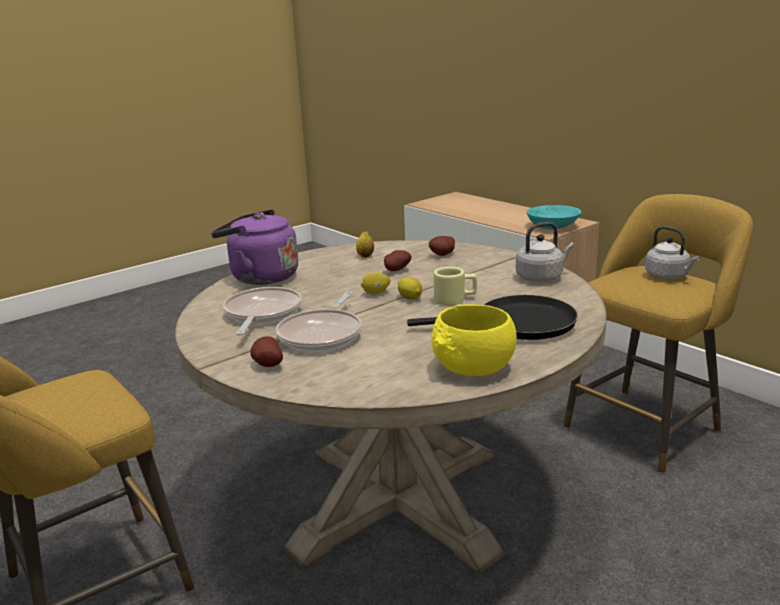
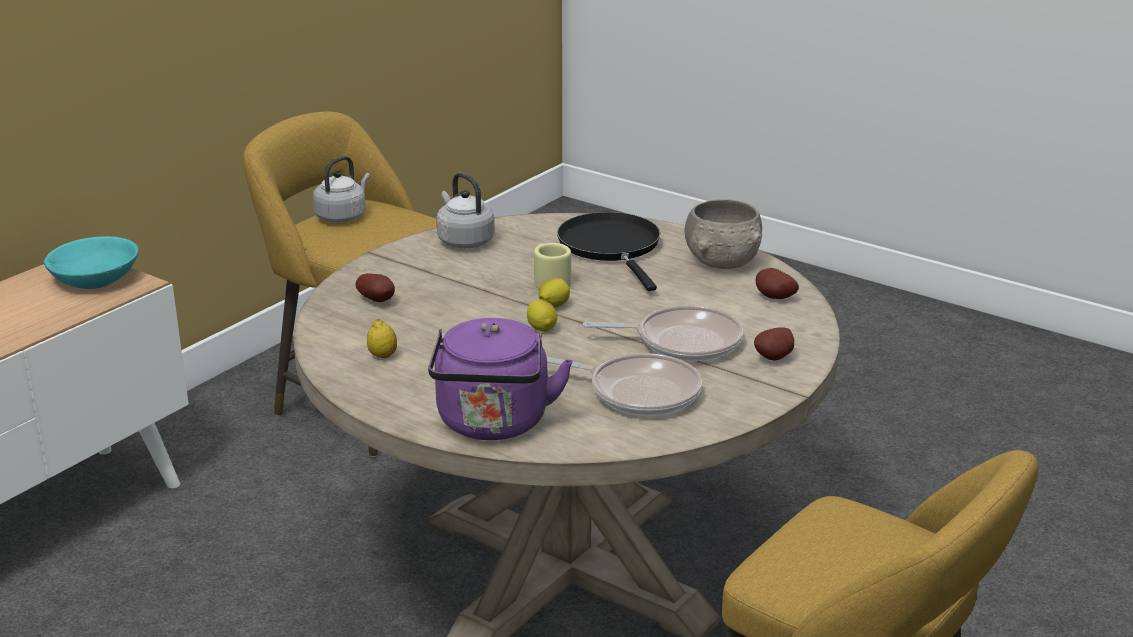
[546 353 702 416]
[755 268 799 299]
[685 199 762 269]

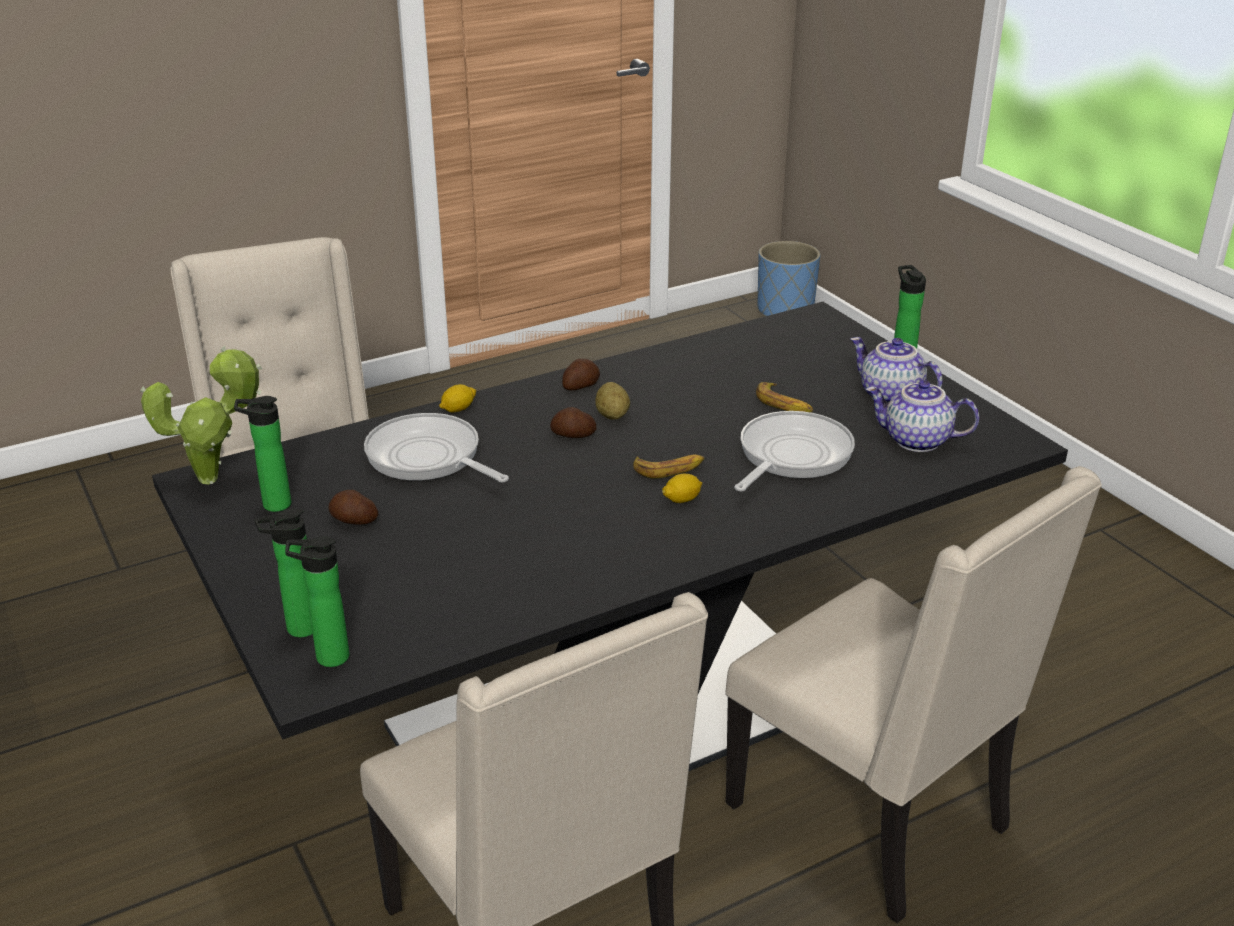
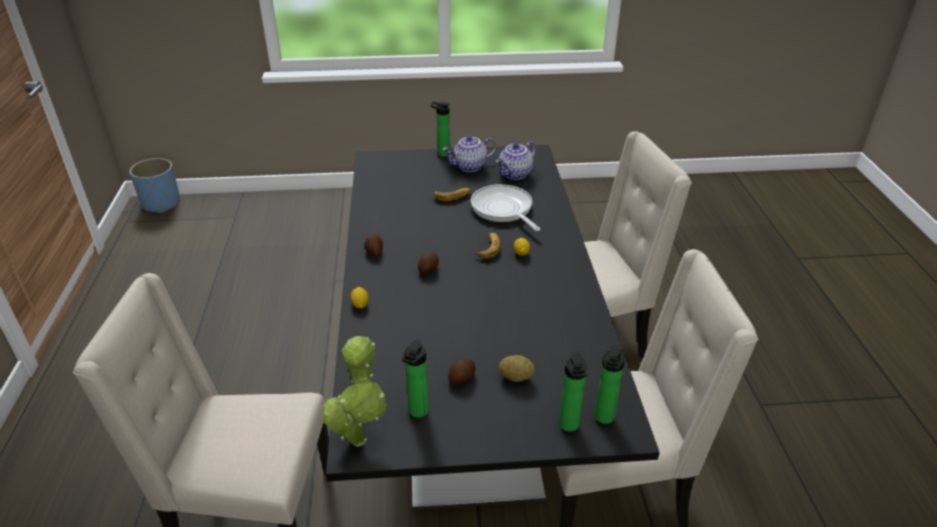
[364 413 509 482] (first image)
[499 355 535 382]

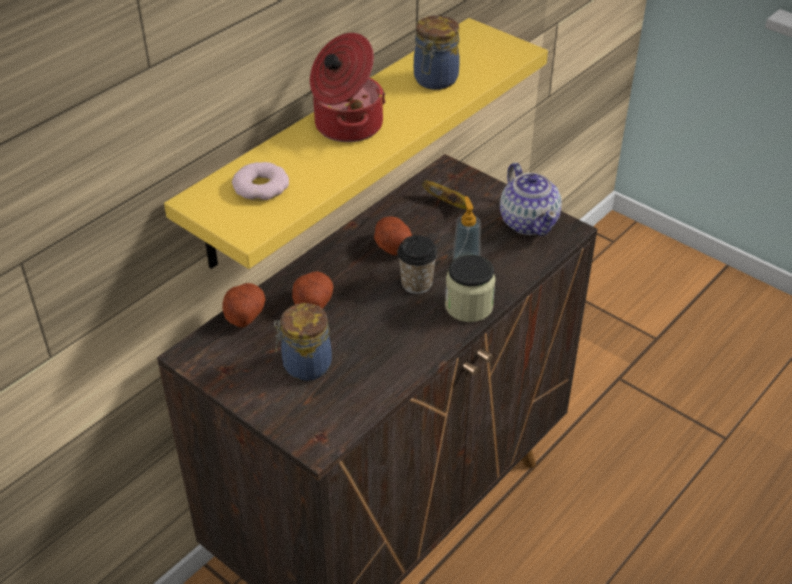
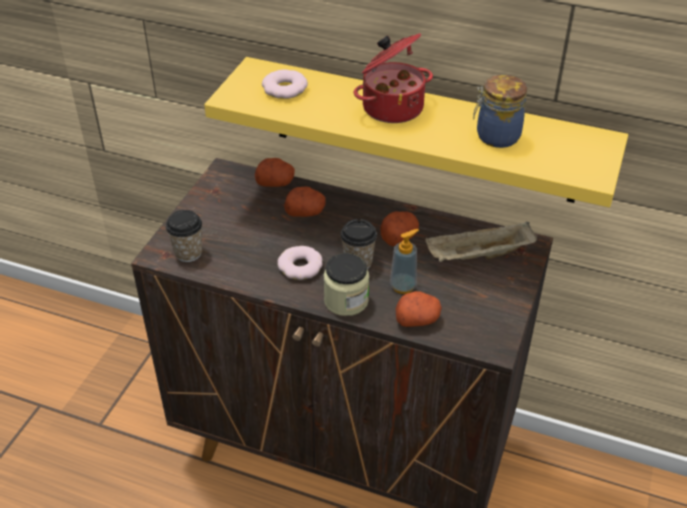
[274 303 332 381] (first image)
[425 221 537 262]
[500 163 562 236] (first image)
[166 210 202 262]
[278 246 323 280]
[396 291 442 327]

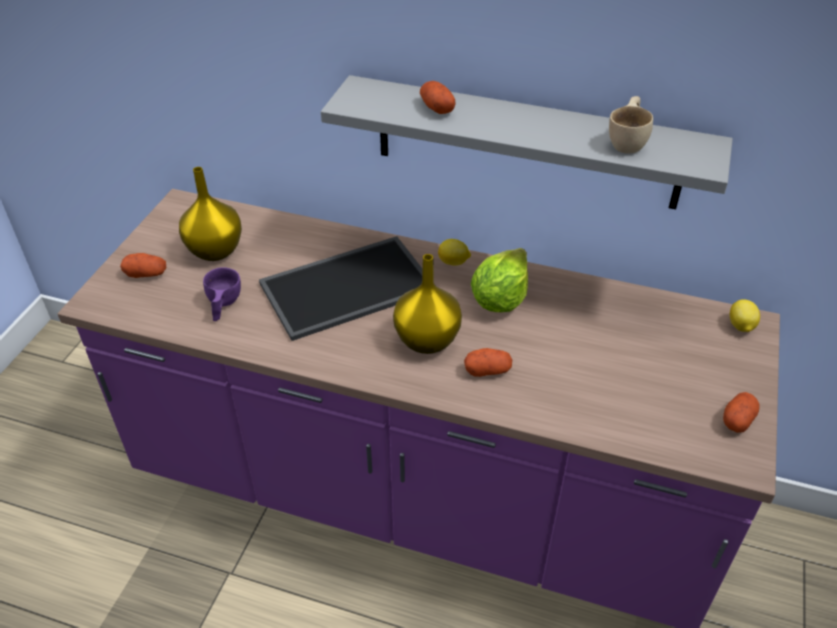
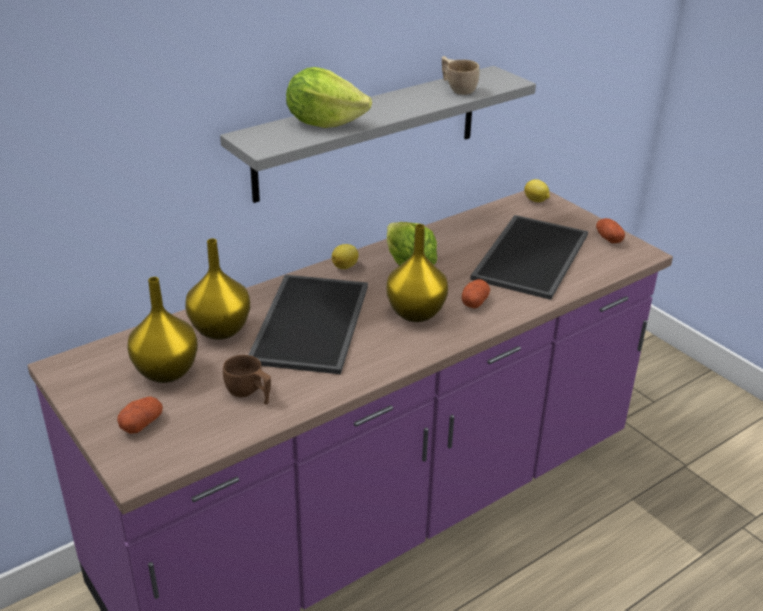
[223 355 271 404]
[286 67 372 128]
[185 239 250 340]
[470 215 588 300]

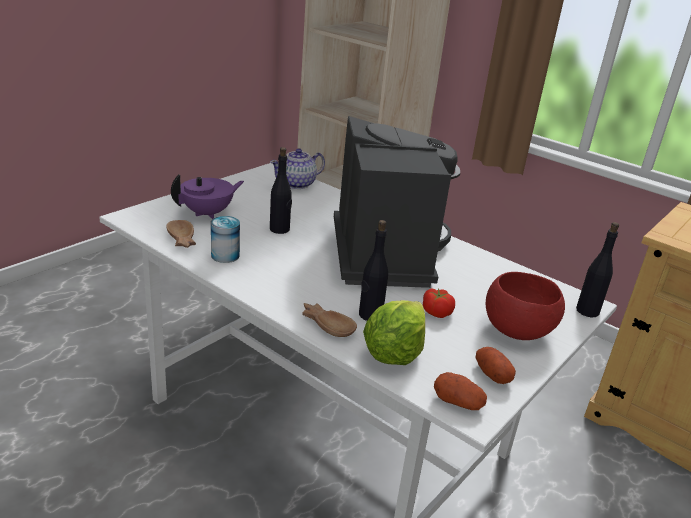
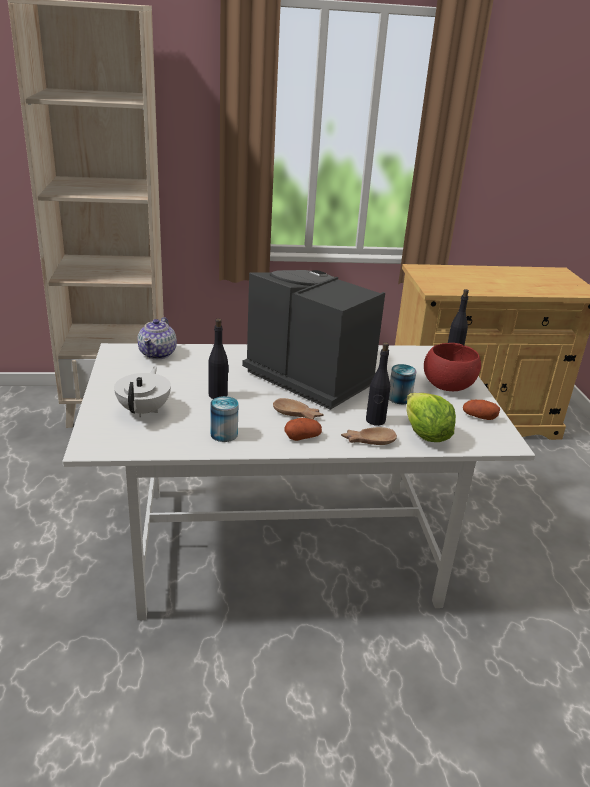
[273 398 324 419]
[114 366 171 418]
[389 364 417 404]
[285 418 322 441]

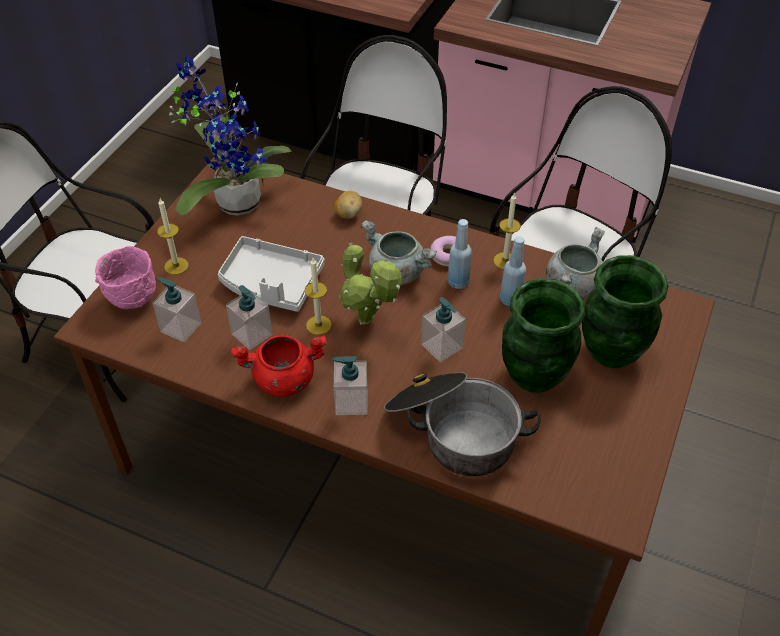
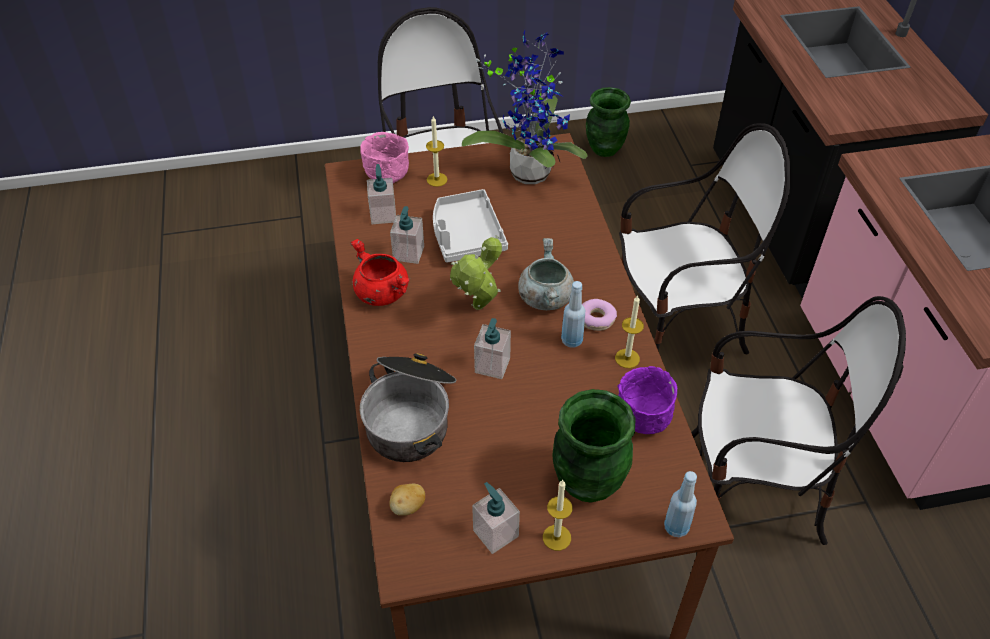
[543 480 573 551]
[472 482 520 554]
[389 484 425 516]
[664 471 697 537]
[586 87 631 157]
[617 366 677 434]

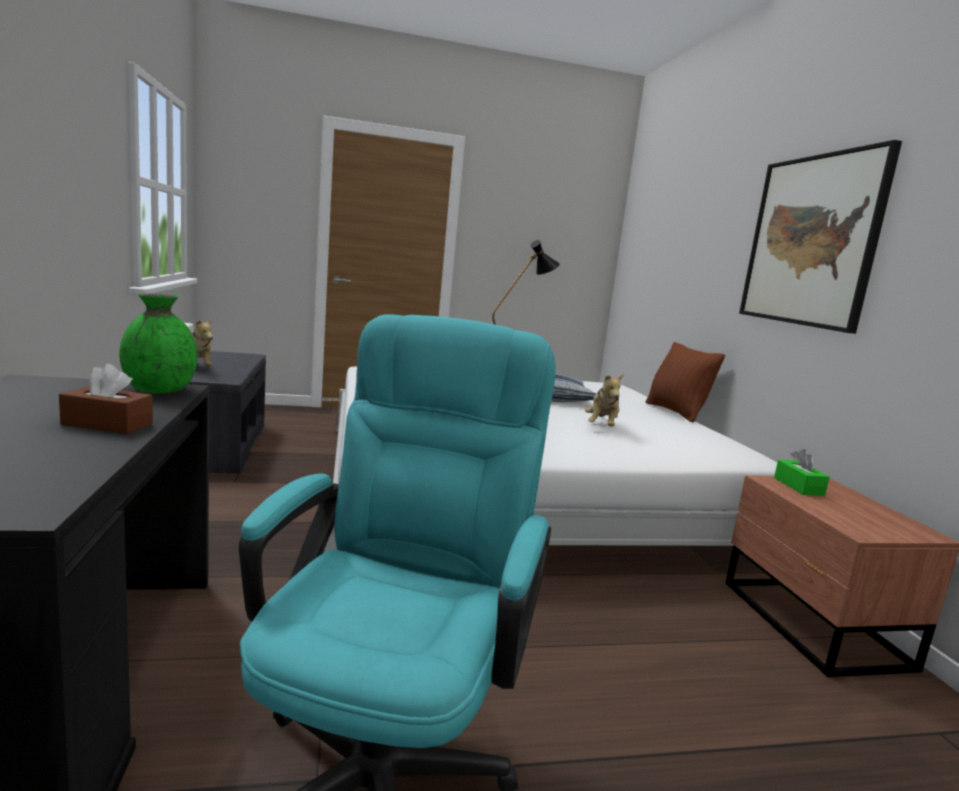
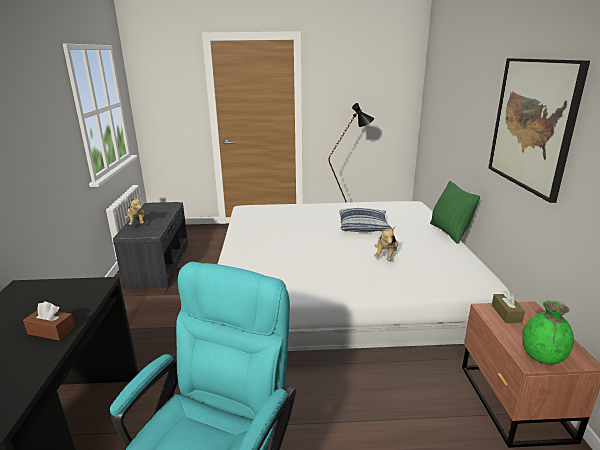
[522 300 574 365]
[430 181 480 244]
[492 290 525 323]

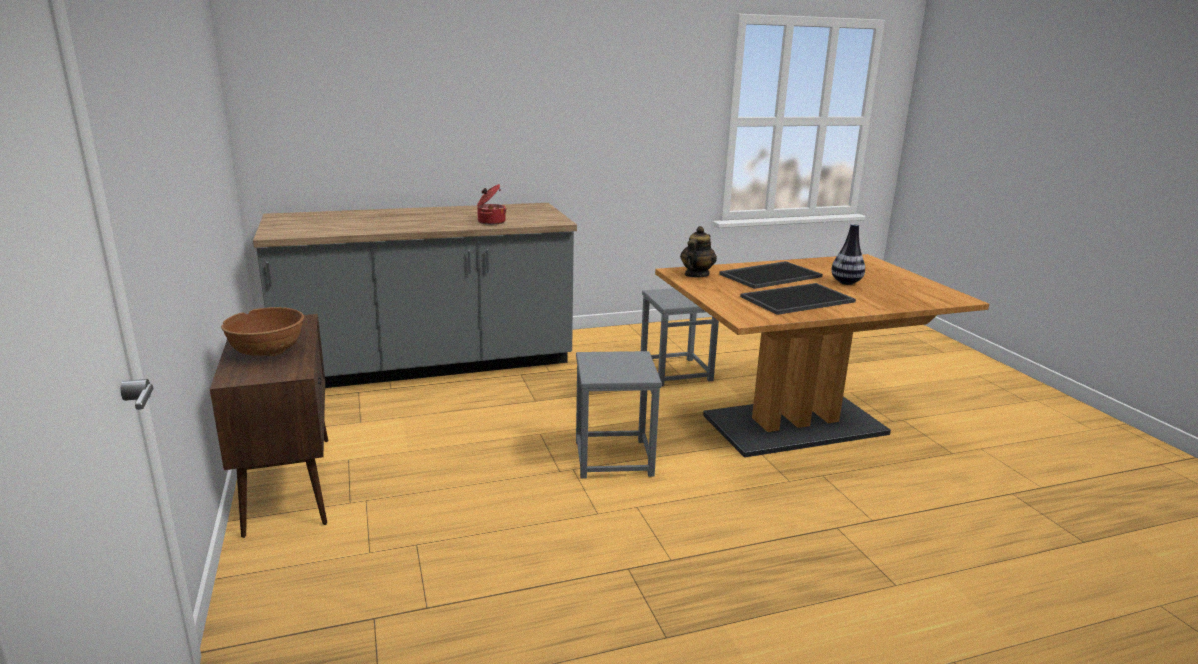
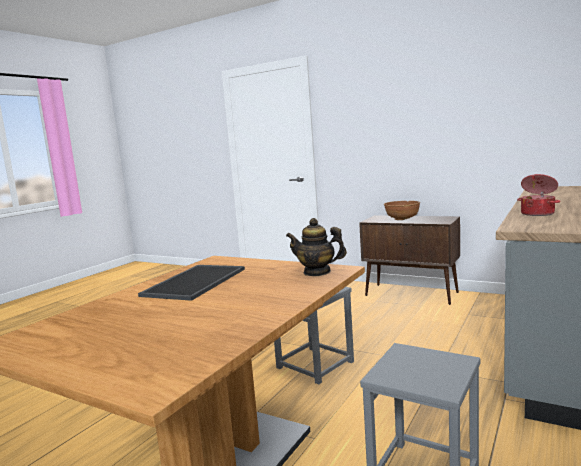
[286 218 347 276]
[719 261 823 289] (first image)
[831 223 865 285] (first image)

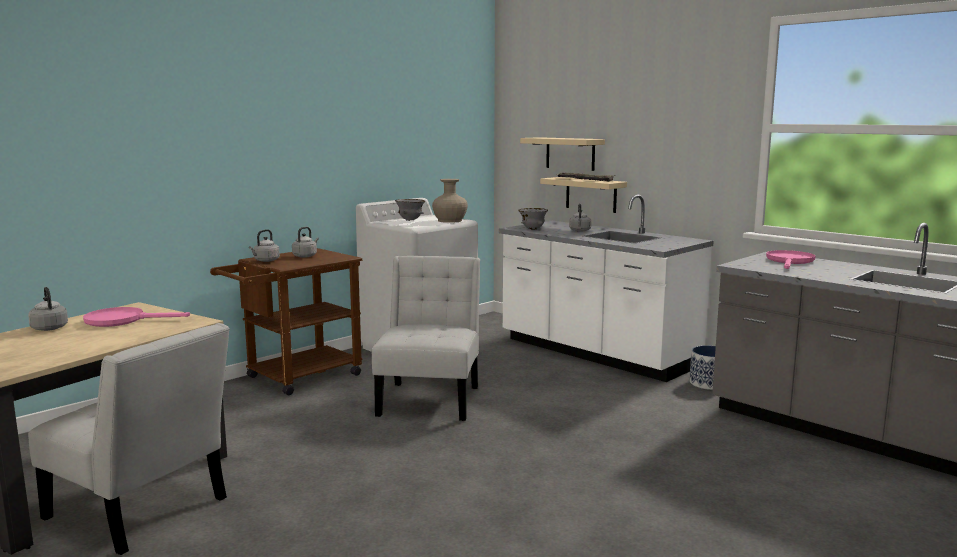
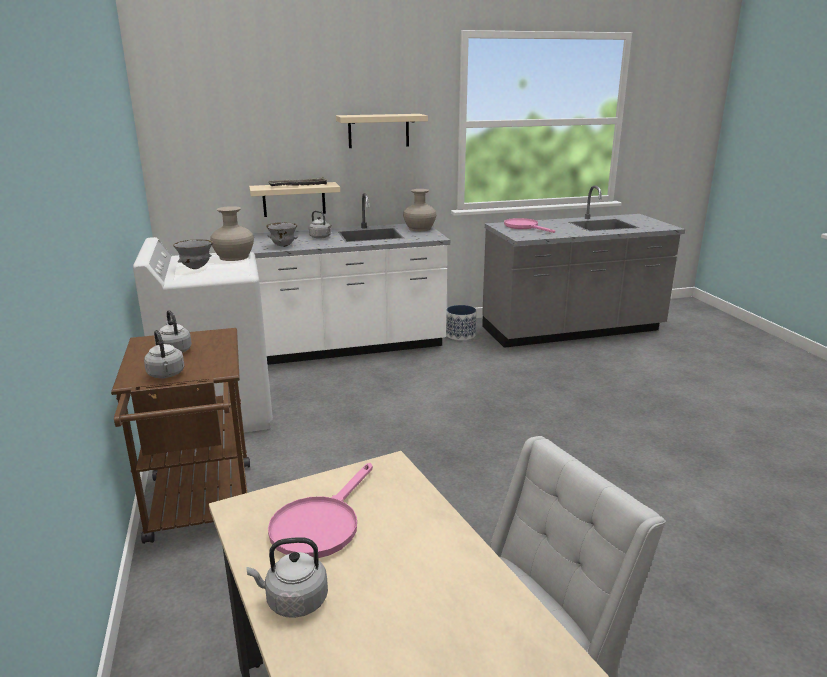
[372 256 480 421] (first image)
[336 114 428 148]
[403 189 436 231]

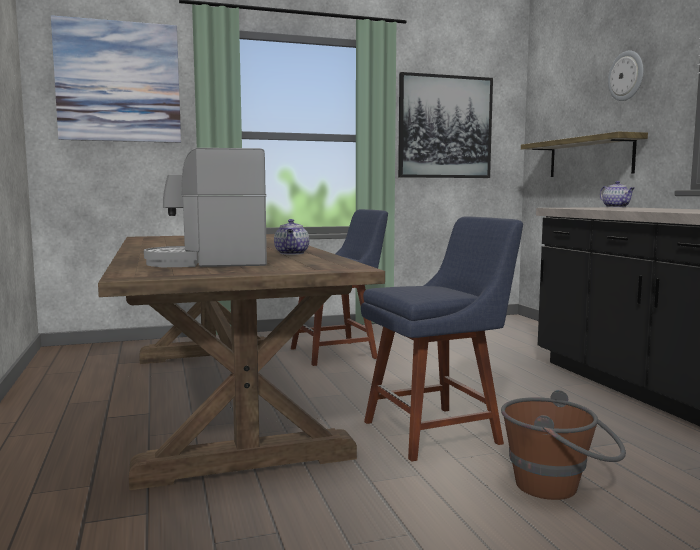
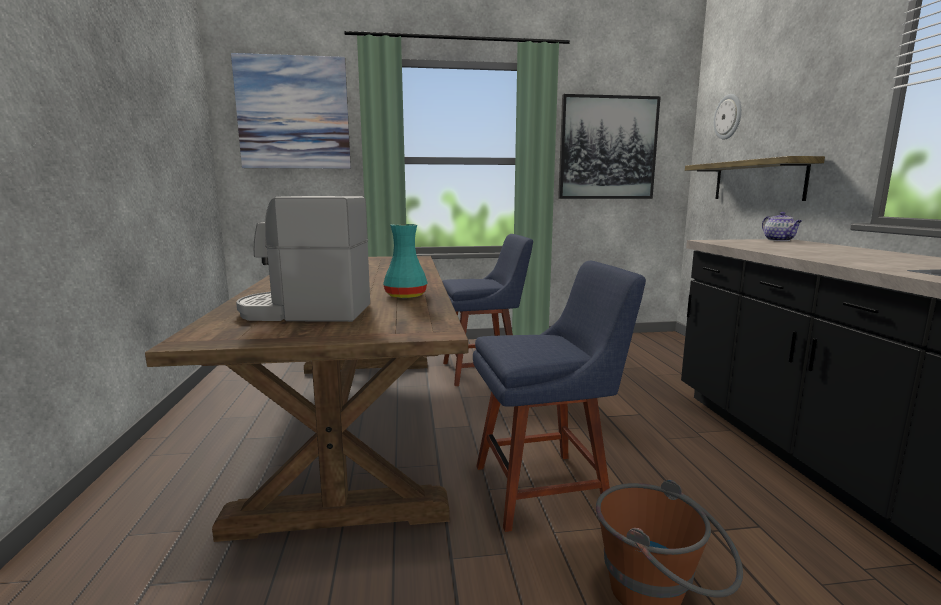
[383 224 428 298]
[714 94 742 140]

